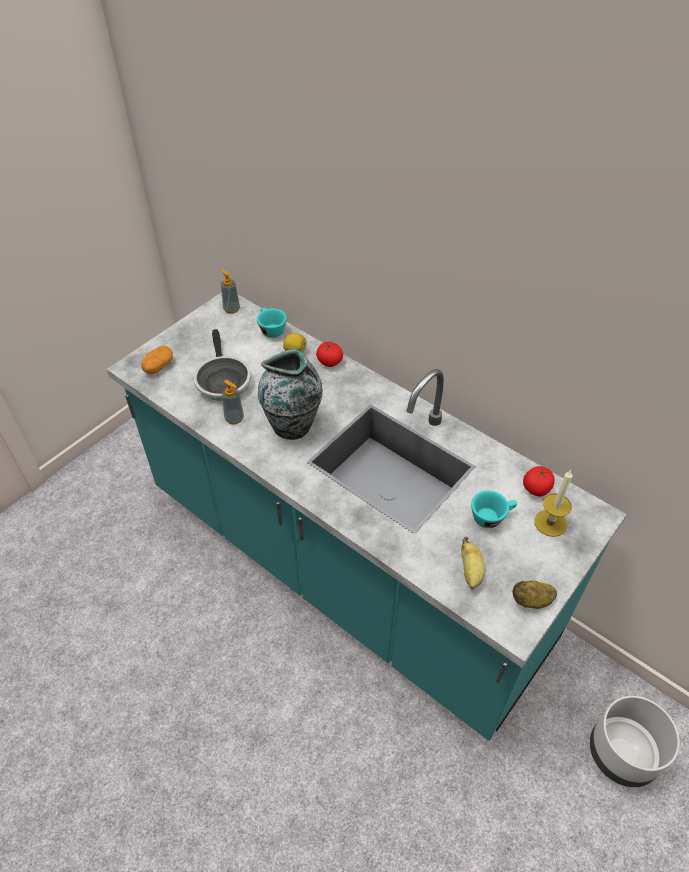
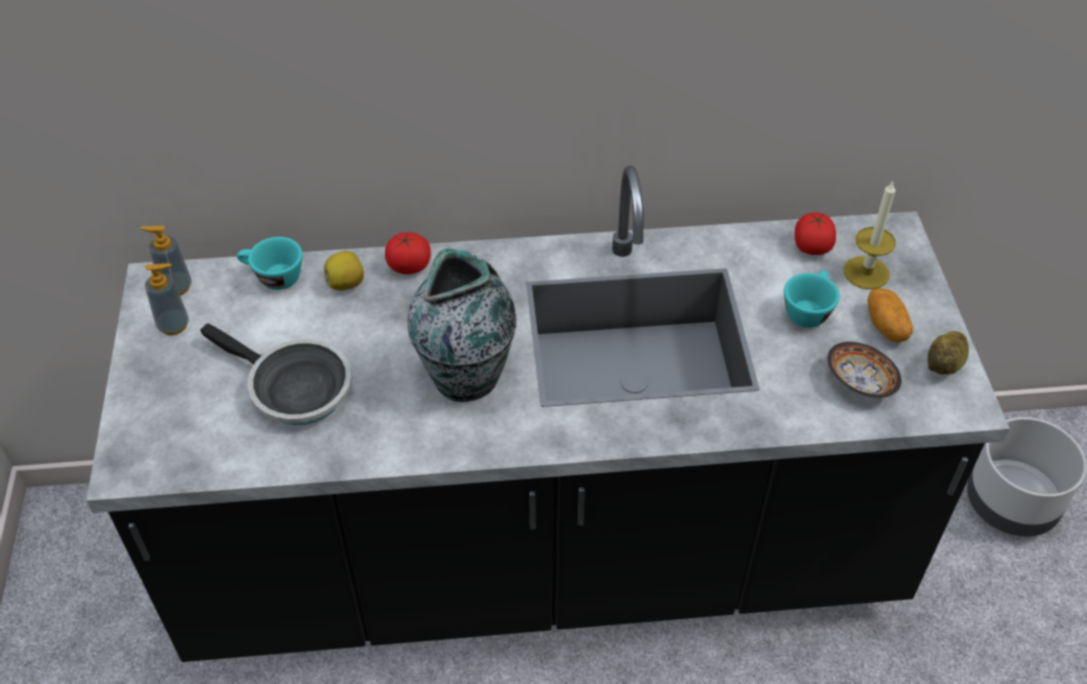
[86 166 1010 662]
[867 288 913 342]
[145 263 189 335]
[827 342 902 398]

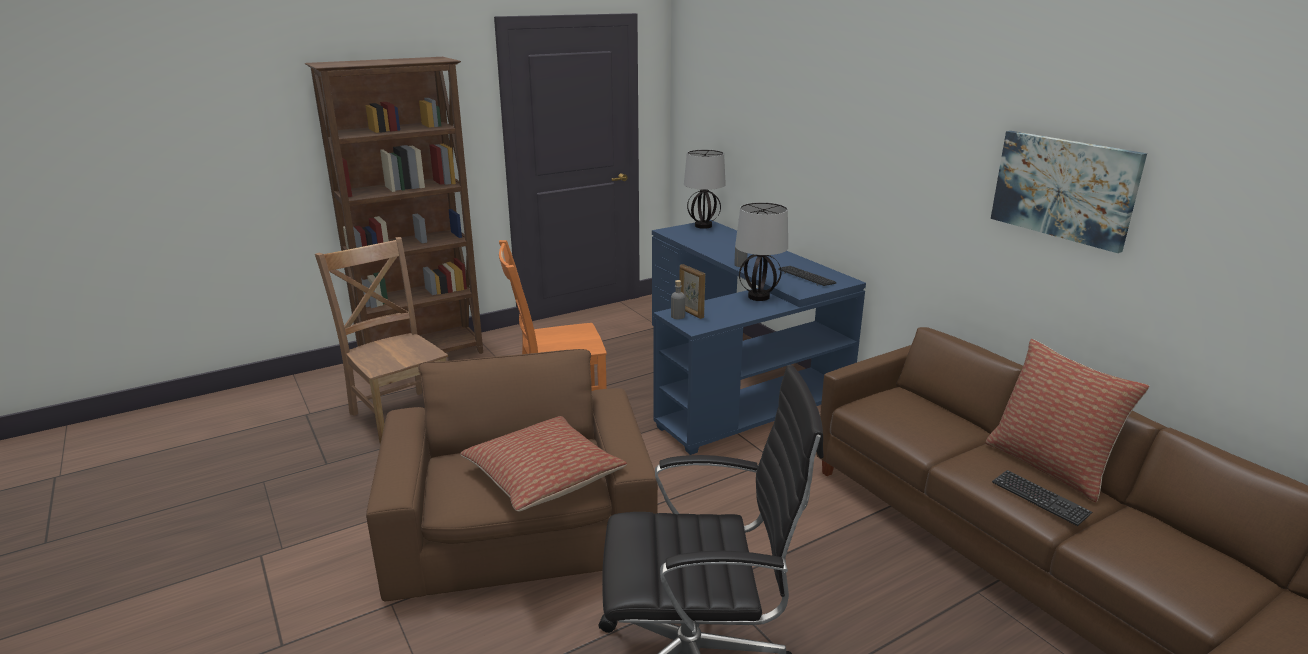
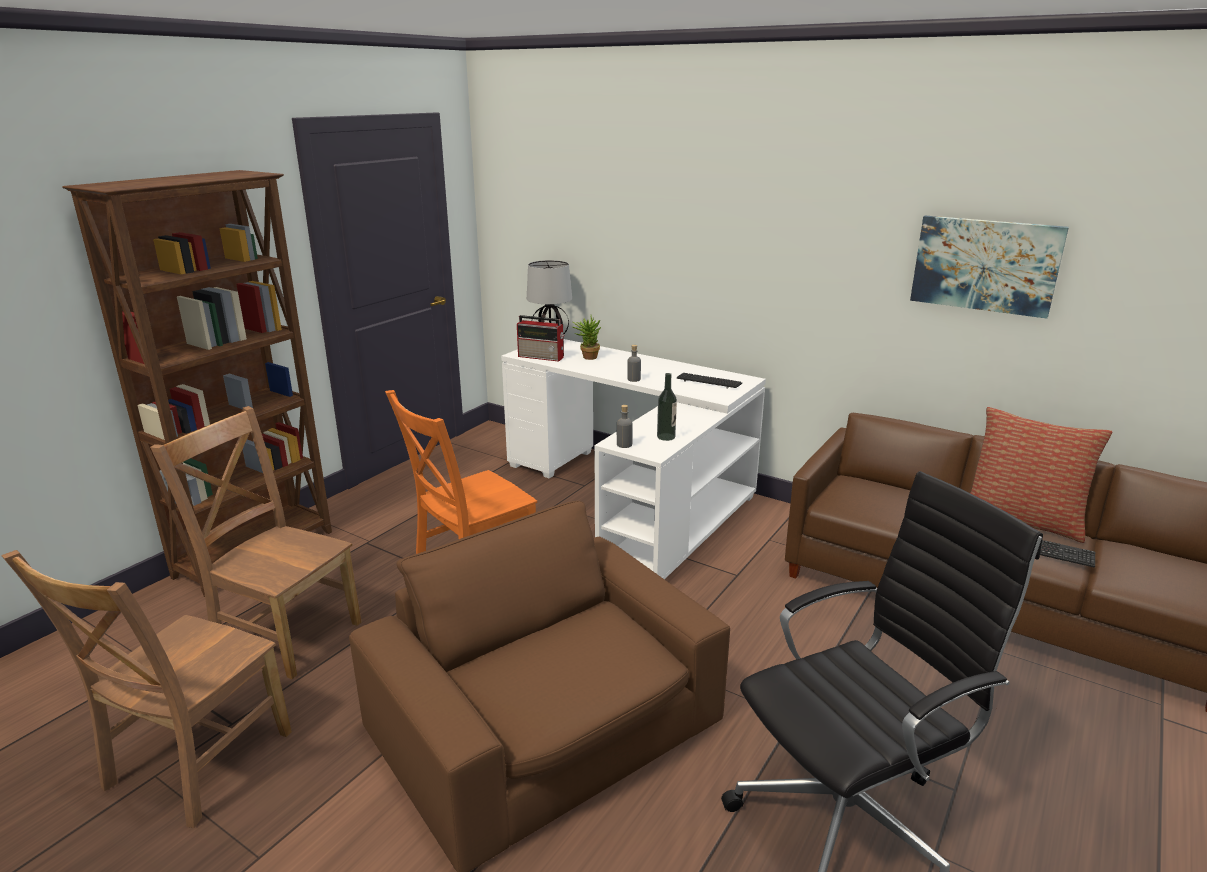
[460 416 627 511] (first image)
[501 339 766 580]
[679 264 705 319] (first image)
[735 202 788 301] (first image)
[1 550 292 828]
[517 315 564 362]
[572 317 601 360]
[657 373 677 441]

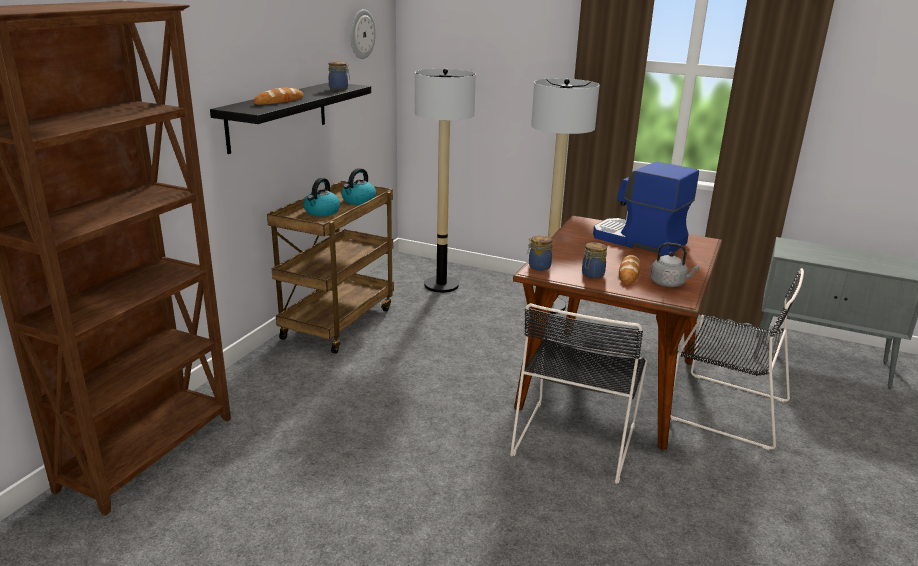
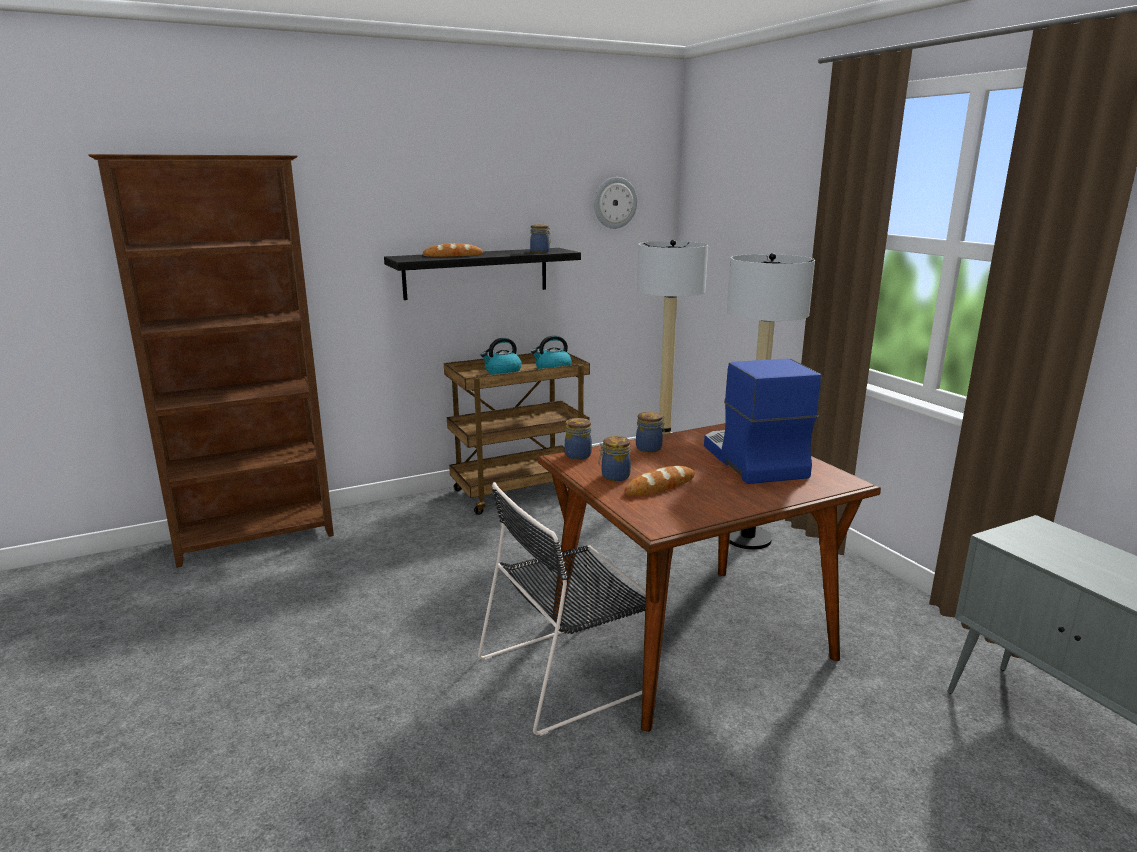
[650 243 700 287] (first image)
[670 268 804 450] (first image)
[636 412 665 453]

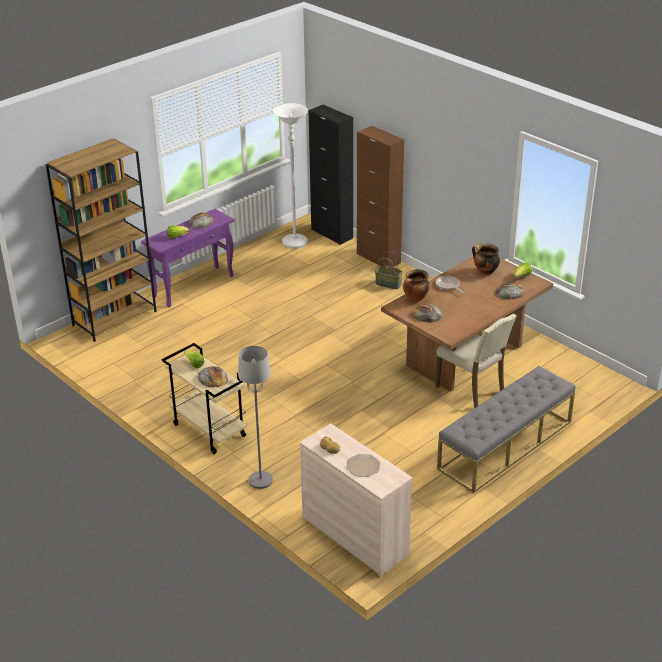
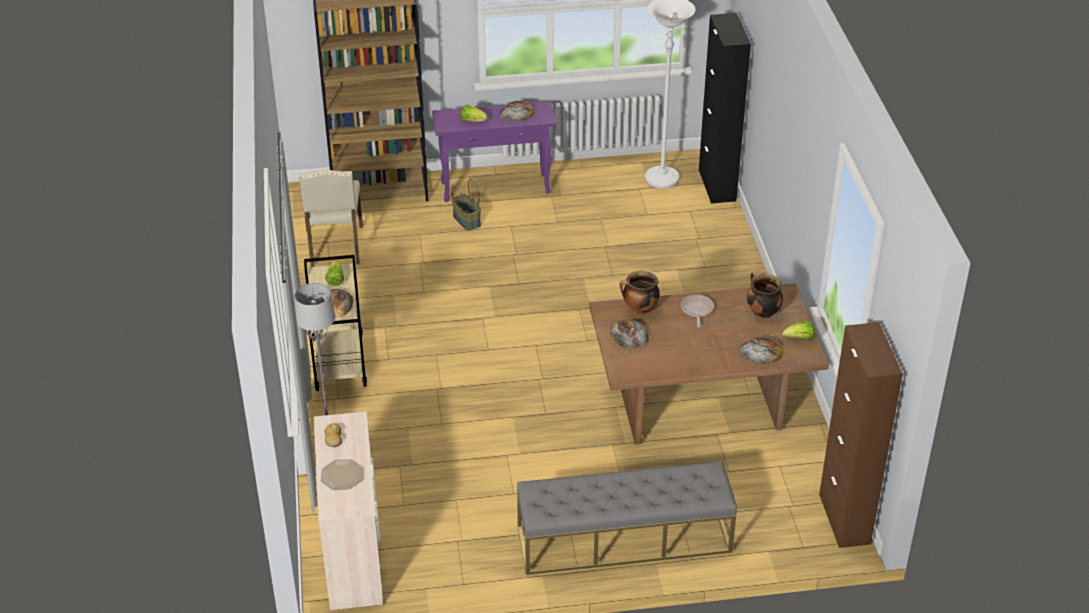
[819 322 903 548]
[451 179 481 231]
[299 170 363 267]

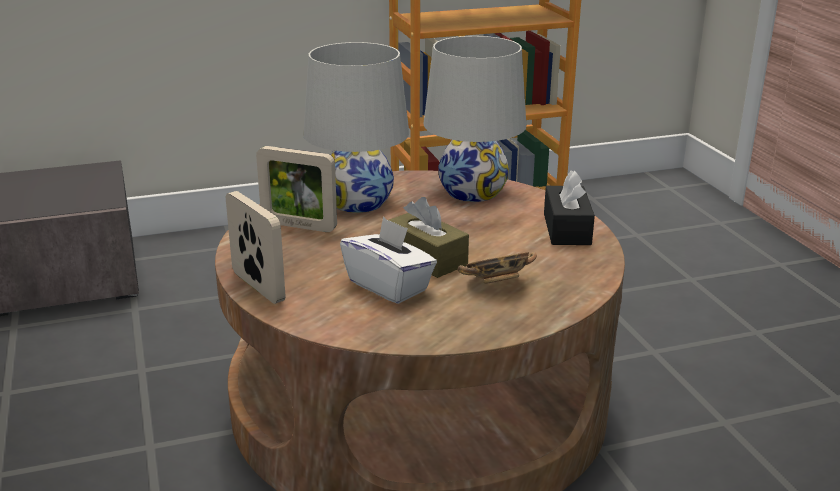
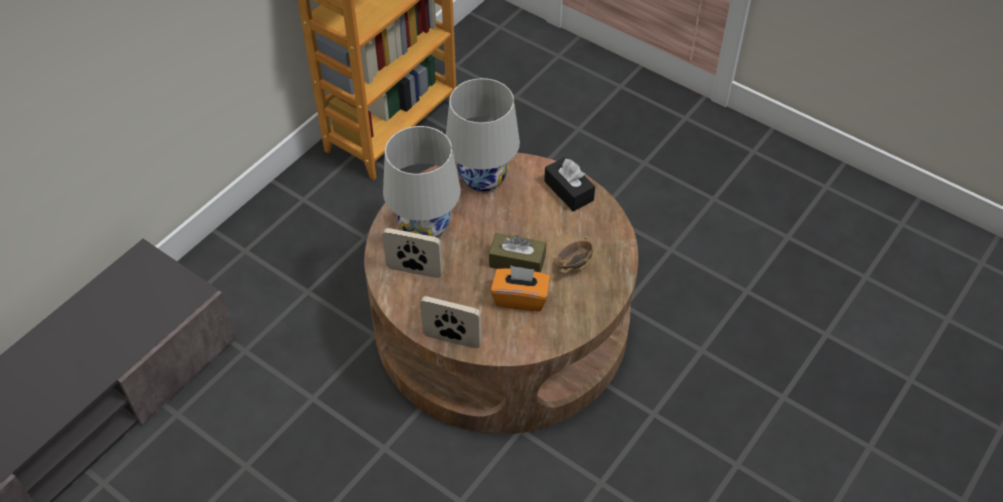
[382 228 443 278]
[491 265 551 312]

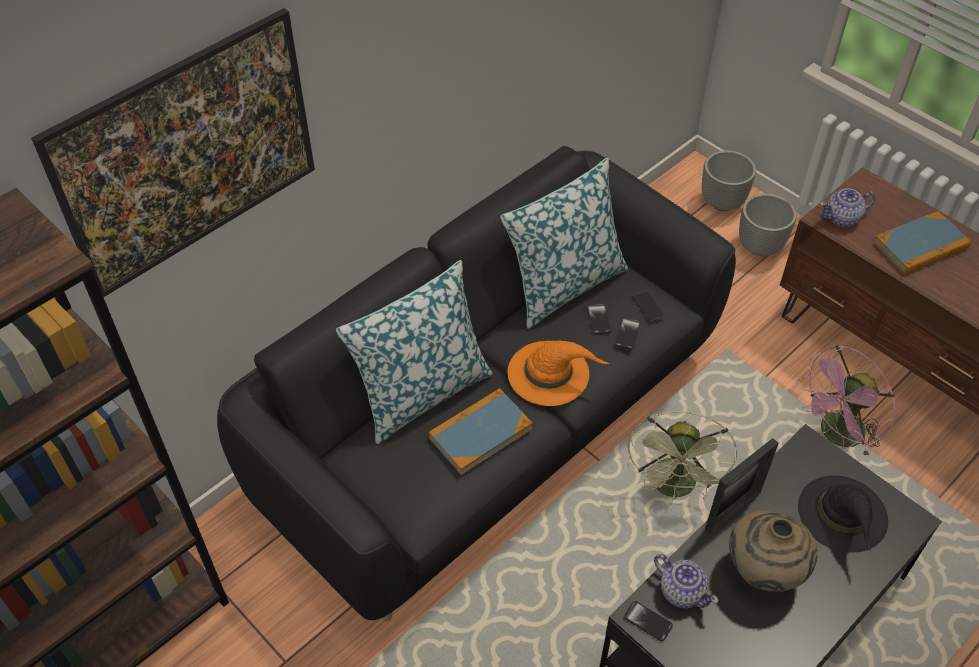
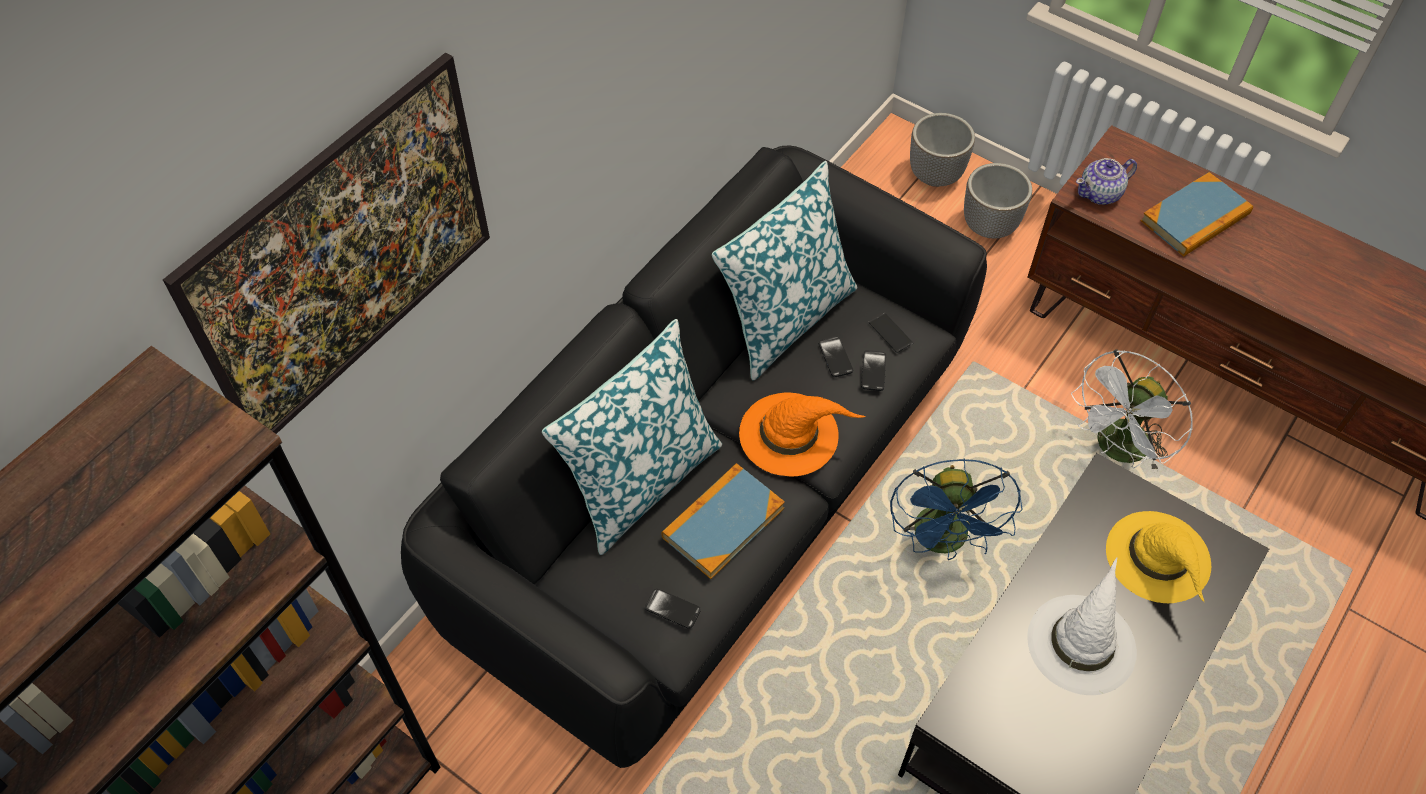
[645 588 701 629]
[890 458 1022 560]
[654 554 719 609] (first image)
[705 438 779 534] (first image)
[1027 558 1137 695]
[1071 349 1193 472]
[1106 511 1211 603]

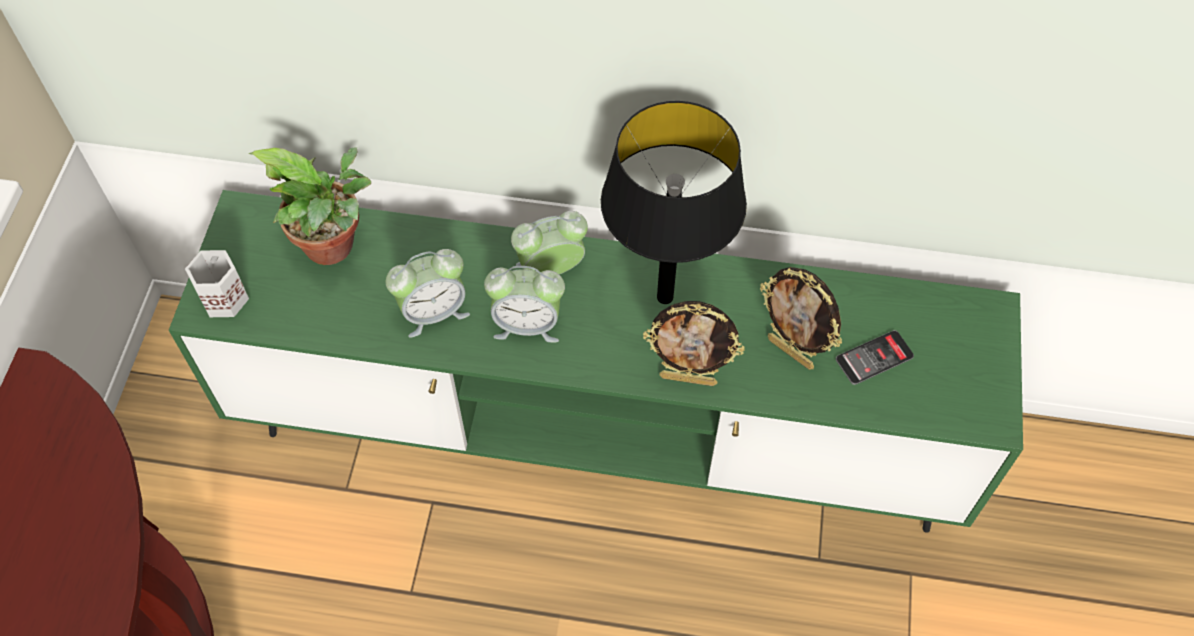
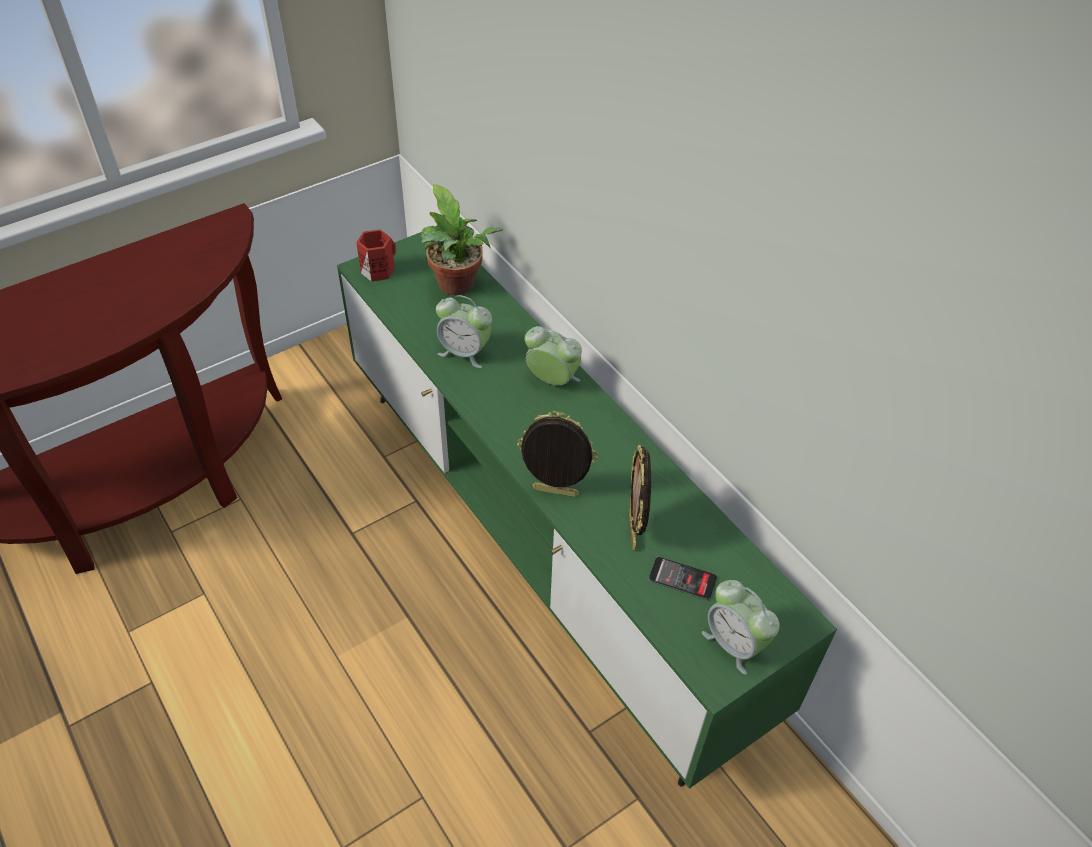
[356 230 396 282]
[702 580 780 675]
[601 101 747 304] (first image)
[517 411 598 497]

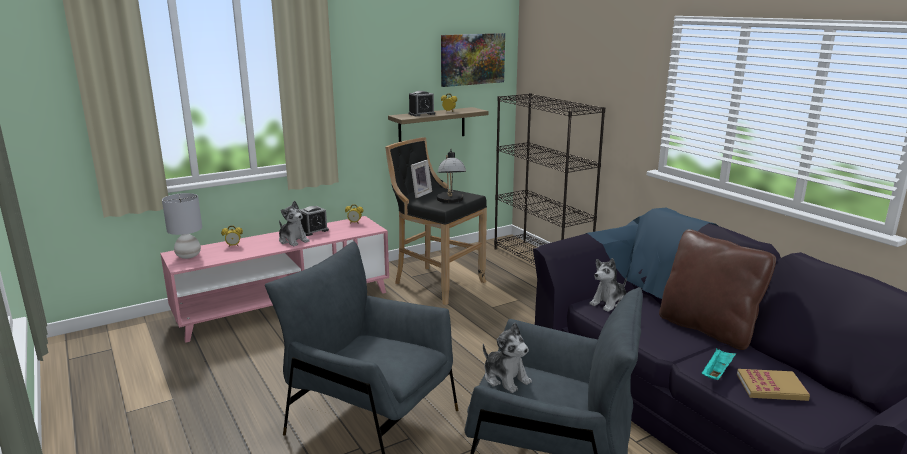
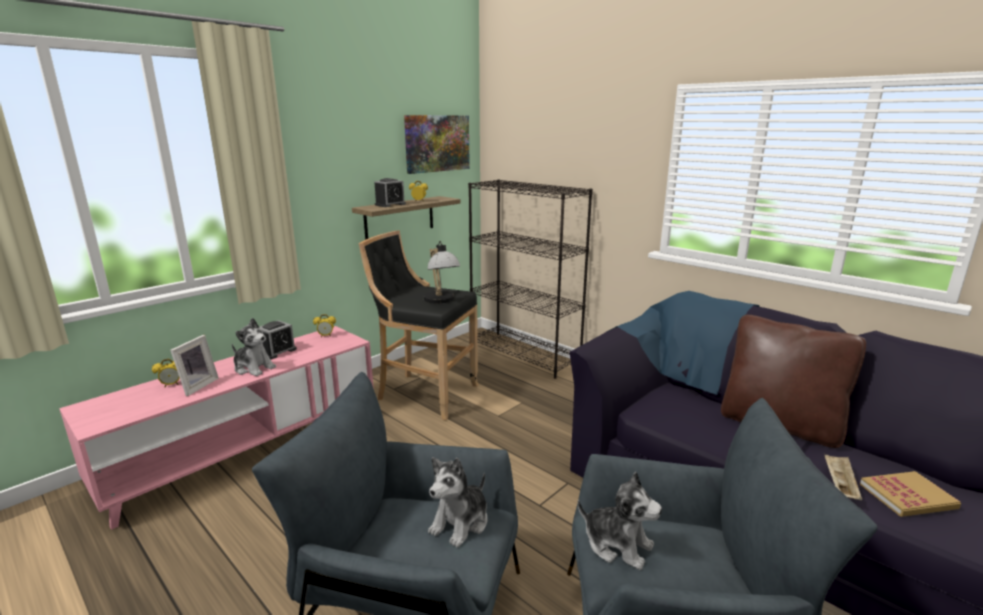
[162 193 202 259] (first image)
[170 335 219 396]
[428 457 487 548]
[824 455 862 500]

